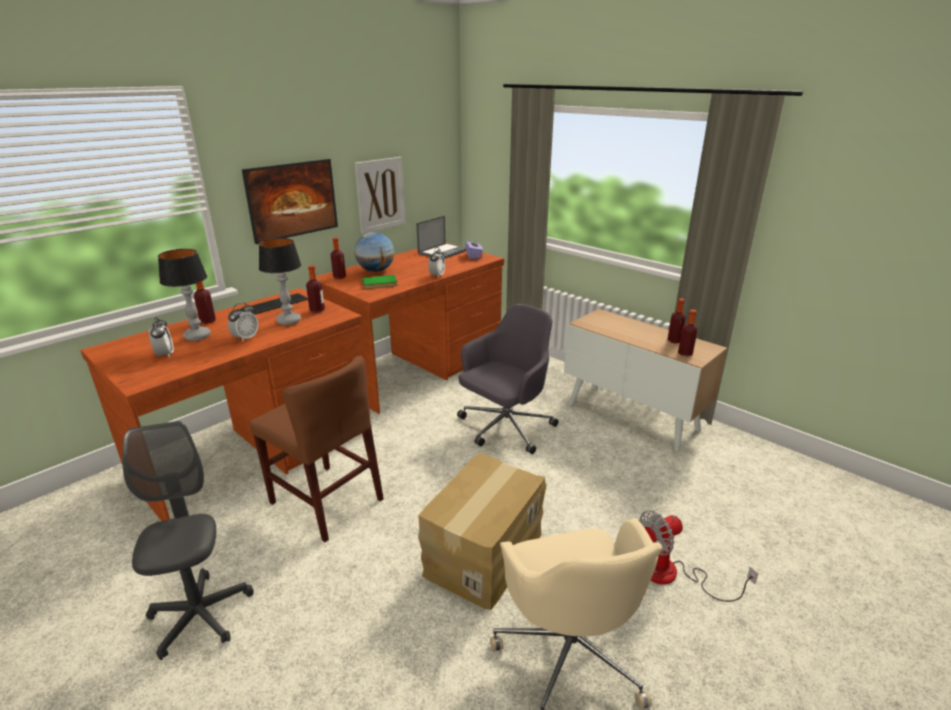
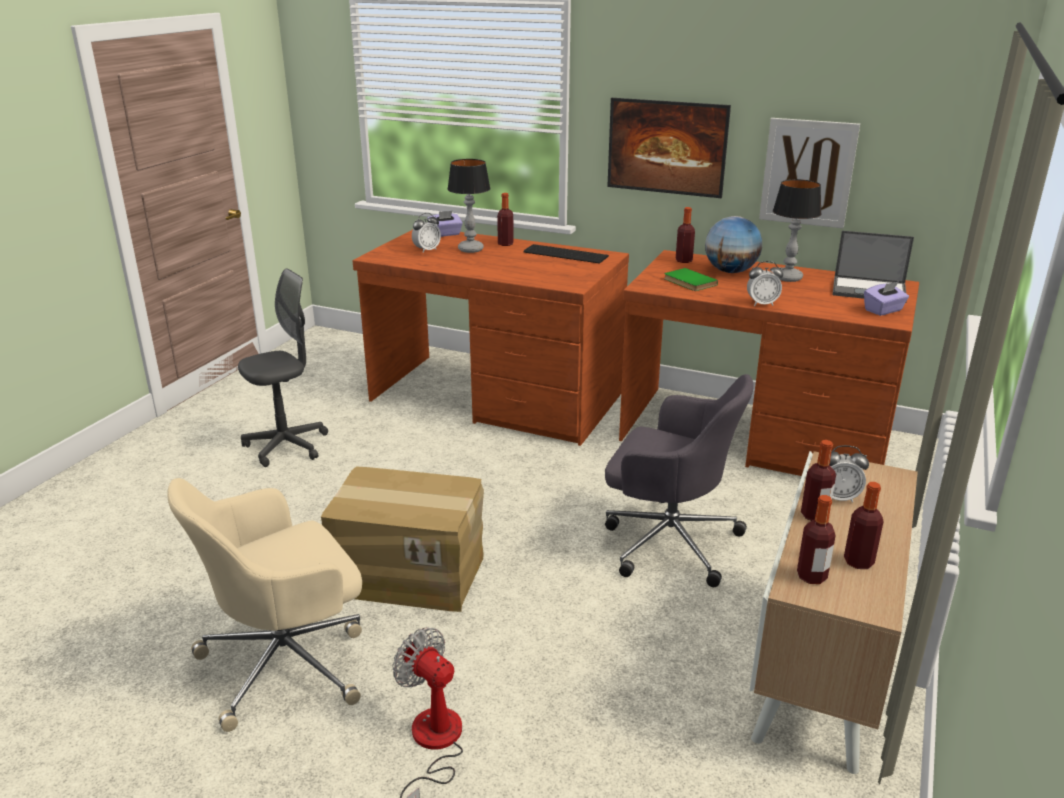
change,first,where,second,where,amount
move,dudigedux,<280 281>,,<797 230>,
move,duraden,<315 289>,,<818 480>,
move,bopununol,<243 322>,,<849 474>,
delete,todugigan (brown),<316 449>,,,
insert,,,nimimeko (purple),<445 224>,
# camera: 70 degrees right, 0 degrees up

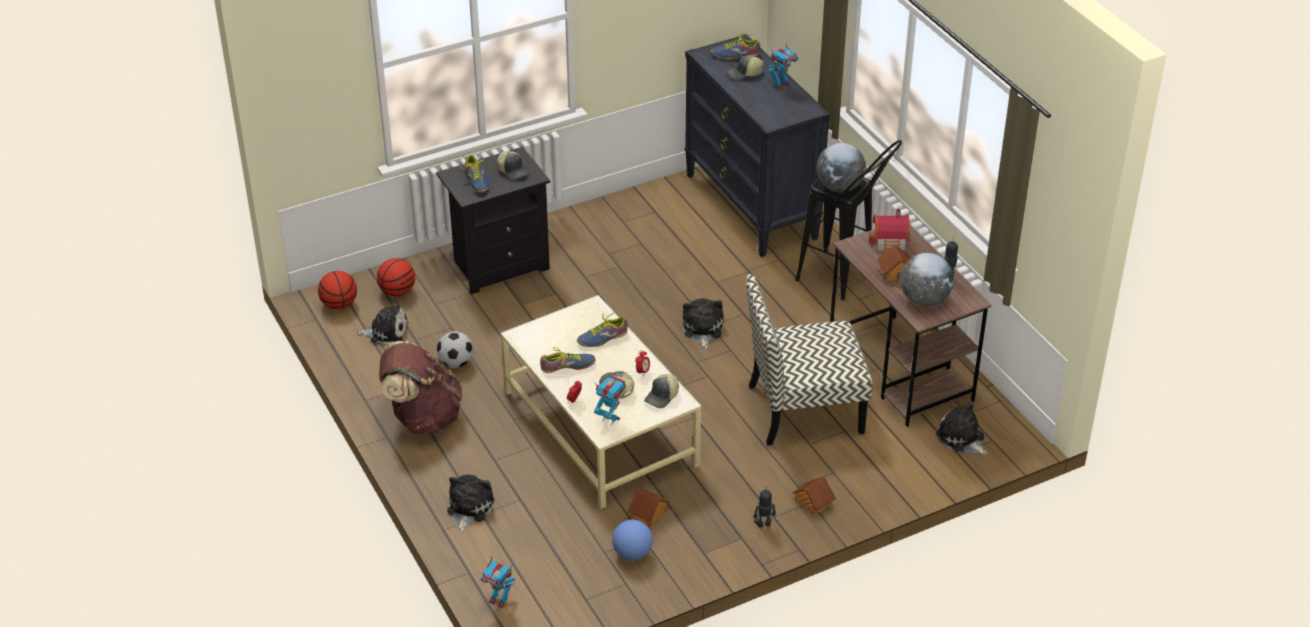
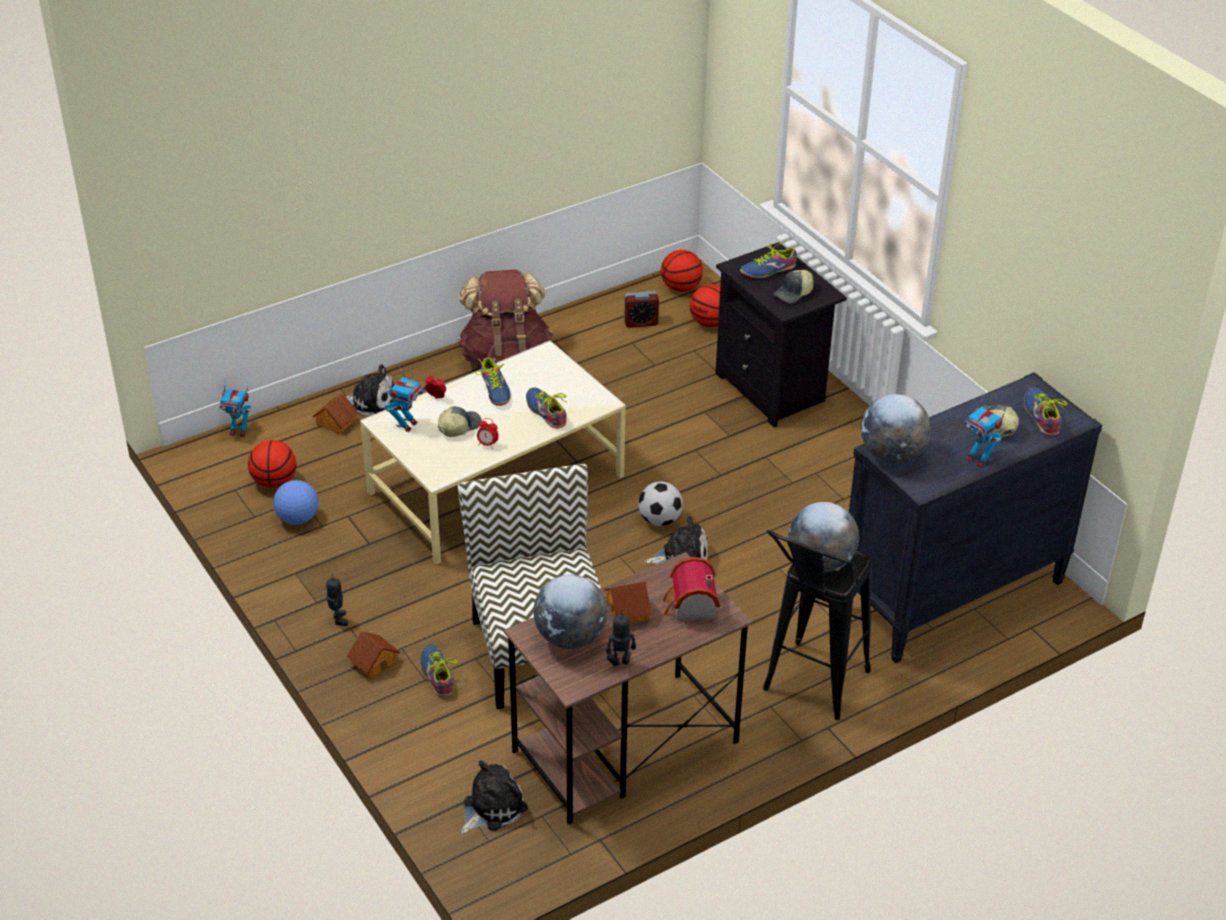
change,first,where,second,where,amount
replace,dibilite,<382 322>,bopununol,<641 309>,
move,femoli,<455 349>,,<660 504>,
delete,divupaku,<661 391>,,,
move,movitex,<649 507>,,<335 414>,
rotate,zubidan,<497 579>,,<235 409>,105 degrees counterclockwise
insert,,,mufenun,<896 428>,
insert,,,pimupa,<272 464>,
insert,,,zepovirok,<439 670>,
# camera: 85 degrees right, 0 degrees up

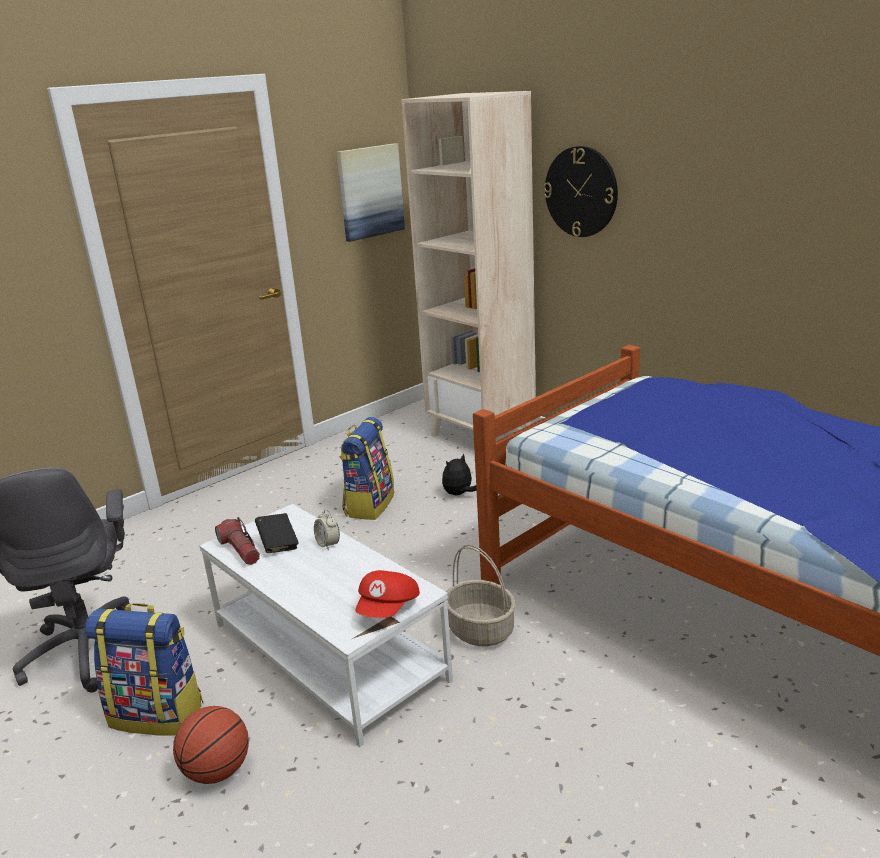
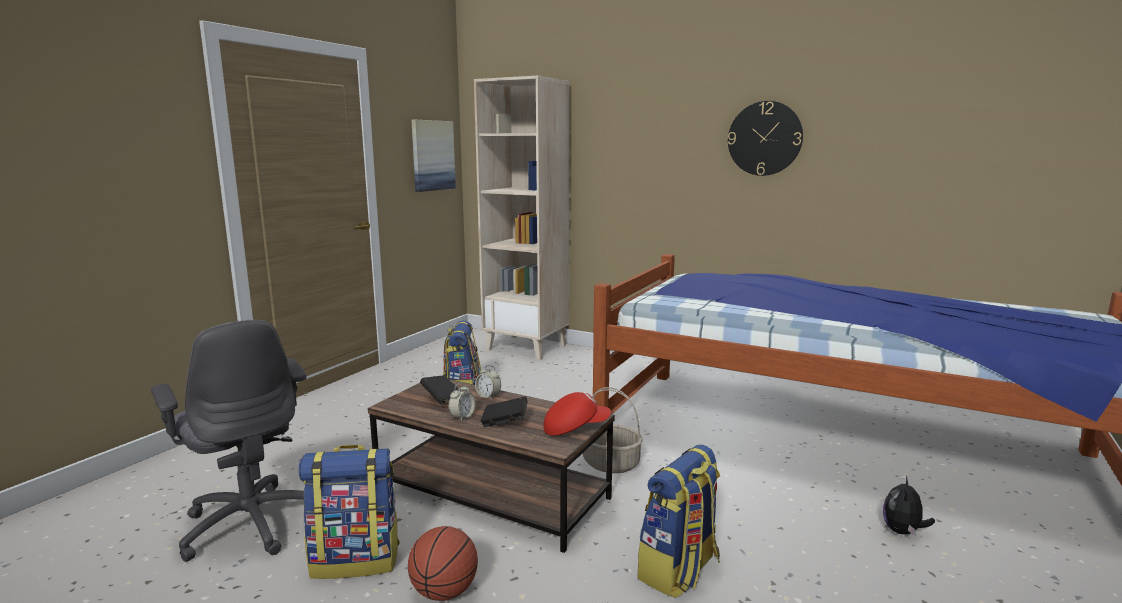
change,first,where,second,where,amount
move,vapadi,<580 191>,,<765 138>,
move,dibilite,<459 474>,,<909 506>,
recolor,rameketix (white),<326 625>,rameketix (brown),<491 466>,
delete,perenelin,<237 541>,,,
rotate,divupaku (red),<387 594>,,<577 414>,105 degrees counterclockwise
insert,,,bopununol,<462 402>,
insert,,,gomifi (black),<504 412>,
insert,,,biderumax,<679 521>,
# camera: 20 degrees left, 10 degrees down

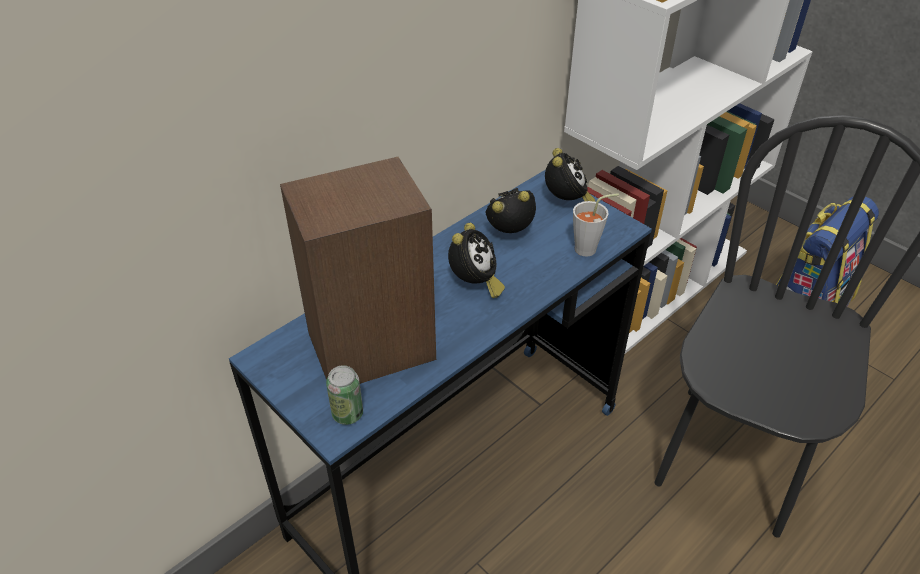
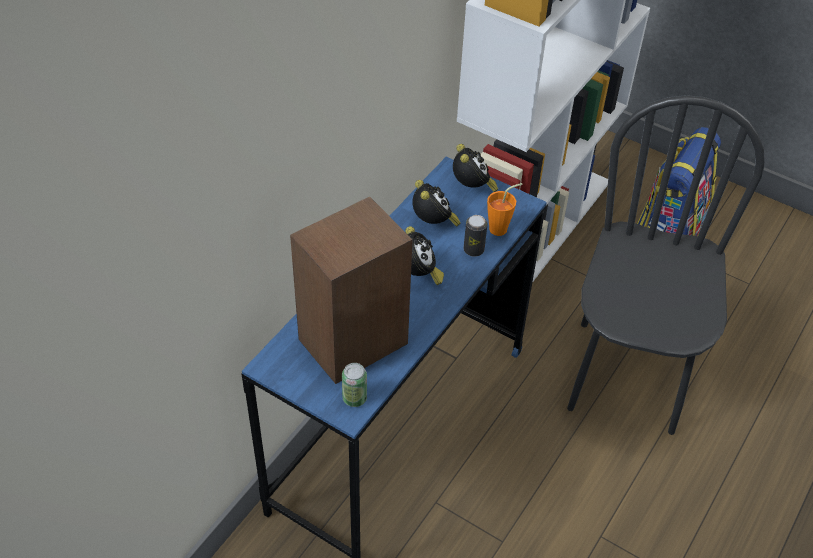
change,first,where,second,where,amount
rotate,bopununol,<510 210>,,<436 203>,105 degrees clockwise
recolor,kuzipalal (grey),<596 225>,kuzipalal (orange),<505 209>,
insert,,,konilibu,<476 236>,
# camera: 15 degrees left, 5 degrees up

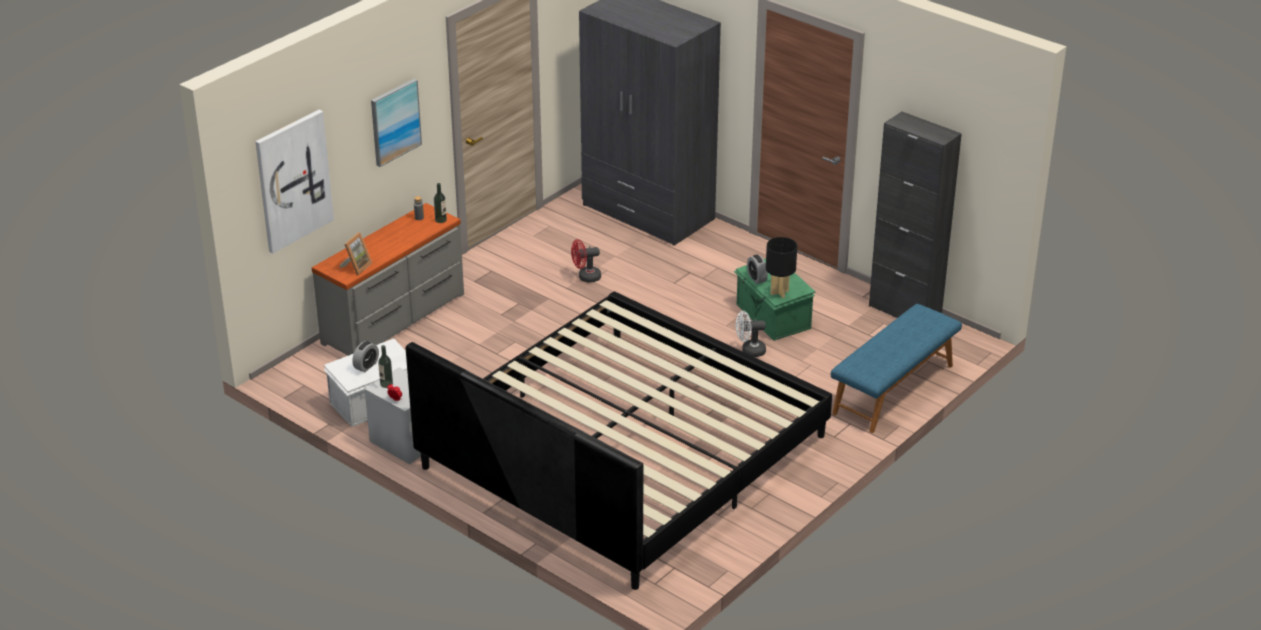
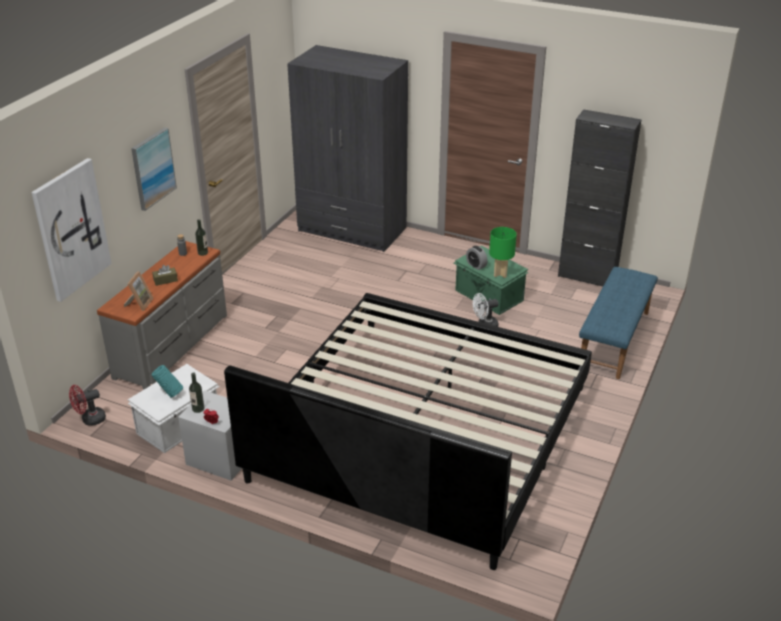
change,first,where,second,where,amount
recolor,dudigedux (black),<781 267>,dudigedux (green),<503 252>,
move,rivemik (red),<586 261>,,<87 405>,
replace,bopununol,<365 356>,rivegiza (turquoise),<167 381>,
insert,,,nimimeko (brown),<165 275>,
# camera: 15 degrees left, 0 degrees up

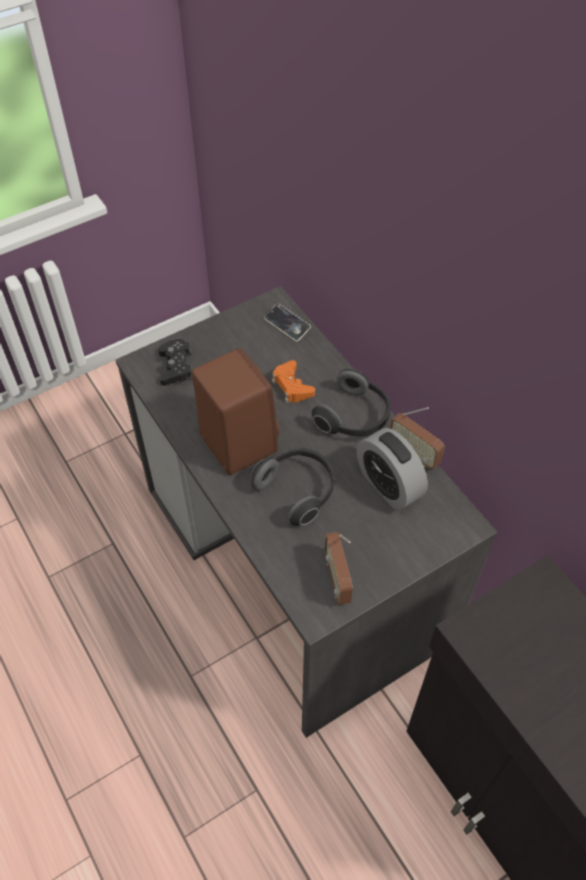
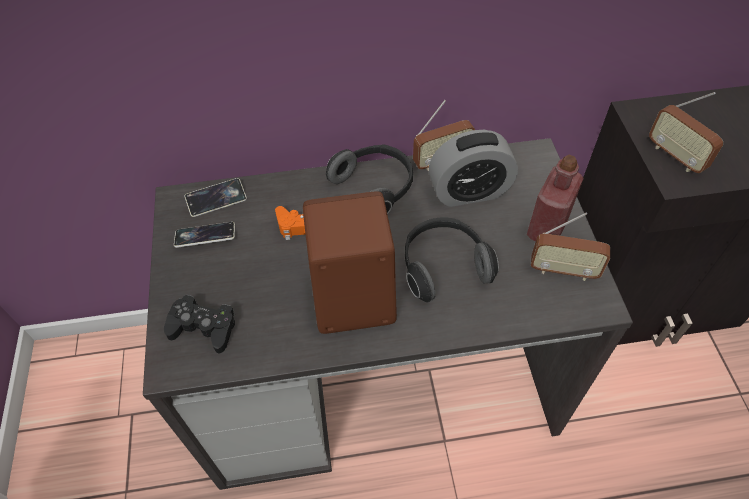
change,first,where,second,where,amount
insert,,,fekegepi,<686 132>,
insert,,,duraden (red),<555 198>,
insert,,,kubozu,<204 235>,
# camera: 65 degrees left, 0 degrees up

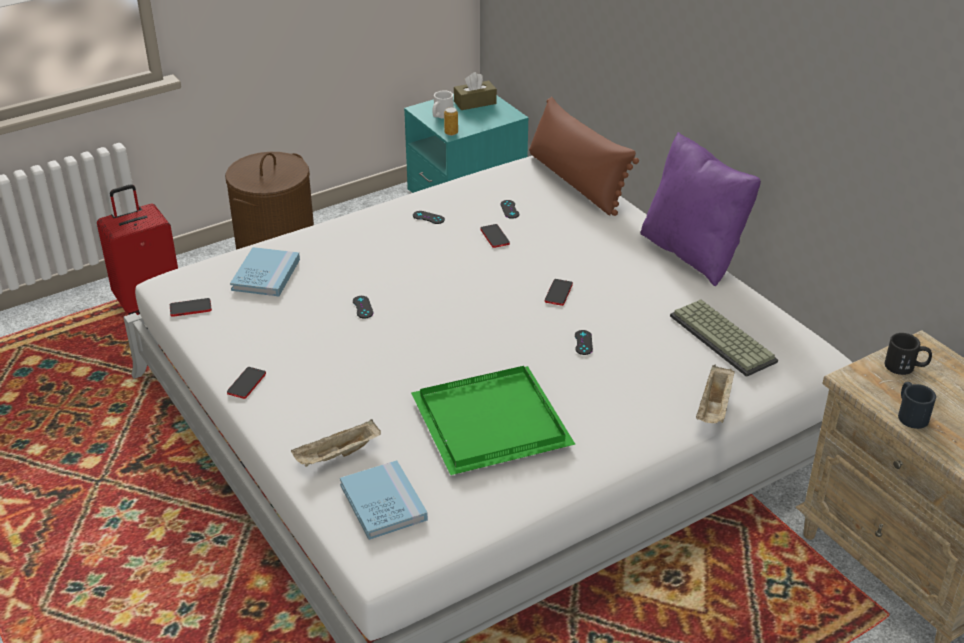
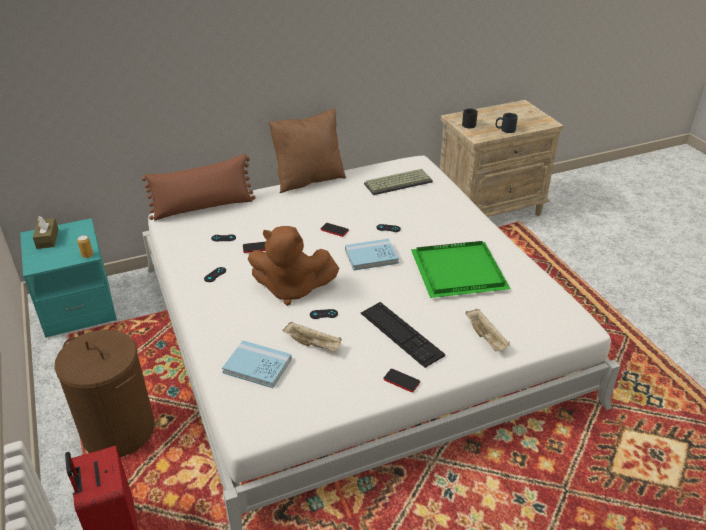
change,first,where,second,where,amount
delete,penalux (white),<442 104>,,,
recolor,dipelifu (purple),<700 209>,dipelifu (brown),<307 151>,
delete,kubozu,<191 307>,,,
move,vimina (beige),<715 394>,,<312 337>,
move,gomifi (blue),<384 500>,,<372 255>,
insert,,,dibilite (brown),<294 266>,
insert,,,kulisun,<402 335>,
# camera: 80 degrees left, 0 degrees up

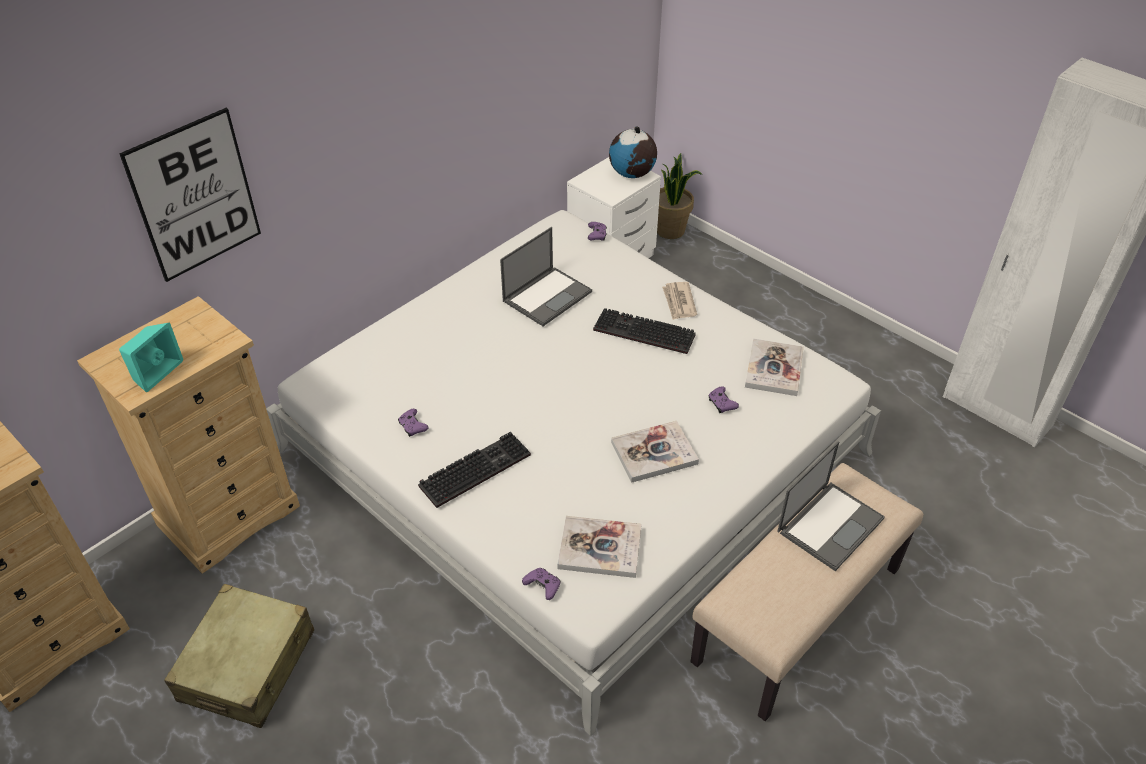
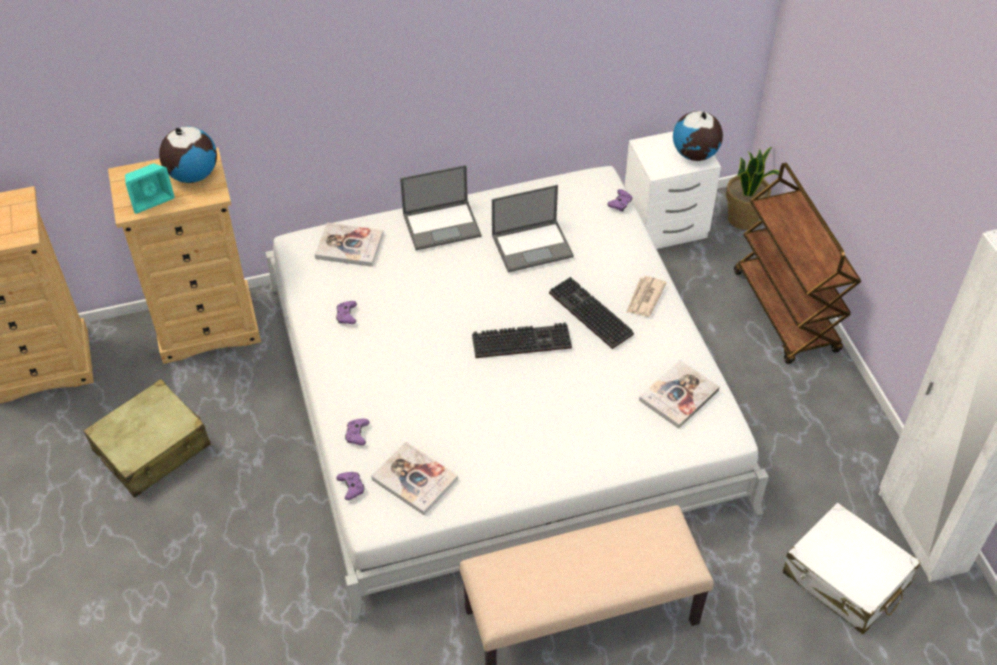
change,first,where,second,where,amount
delete,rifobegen,<190 195>,,,
move,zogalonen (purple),<723 399>,,<357 432>,
move,gomifi,<655 452>,,<349 245>,
move,kulisun,<474 470>,,<522 340>,
move,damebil,<831 506>,,<440 207>,
insert,,,mufenun,<188 154>,
insert,,,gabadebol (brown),<797 263>,
insert,,,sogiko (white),<852 568>,
# camera: 30 degrees right, 5 degrees up

